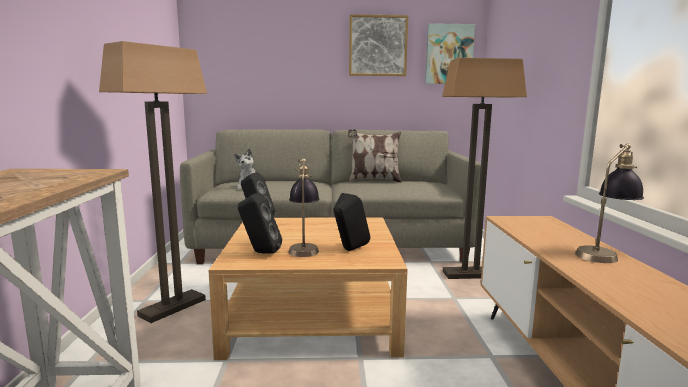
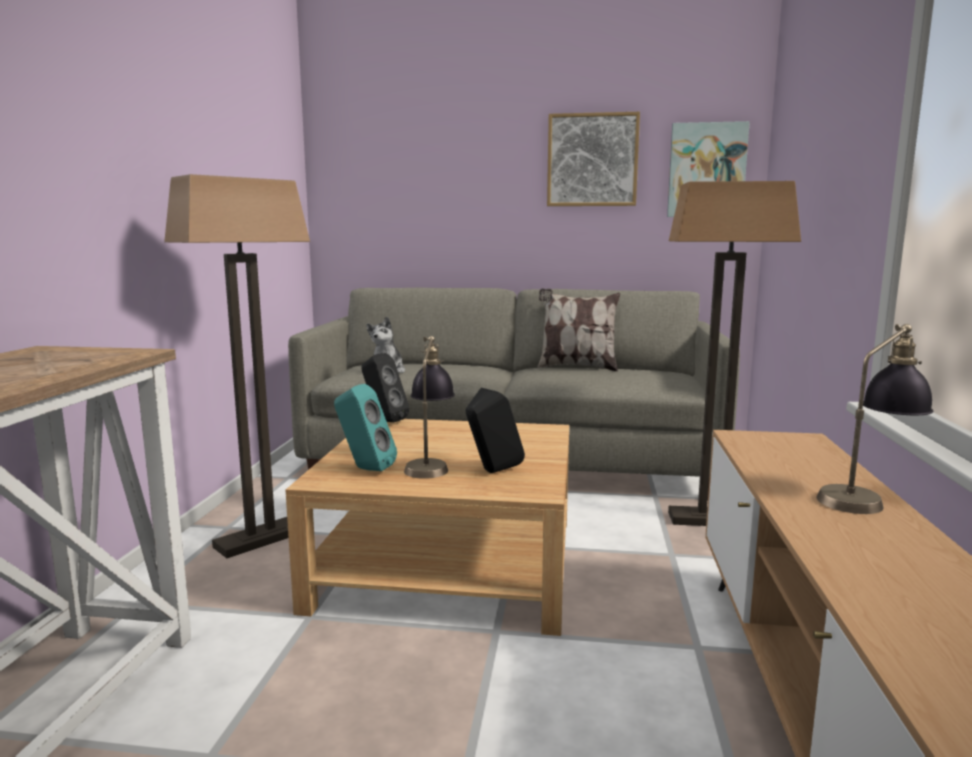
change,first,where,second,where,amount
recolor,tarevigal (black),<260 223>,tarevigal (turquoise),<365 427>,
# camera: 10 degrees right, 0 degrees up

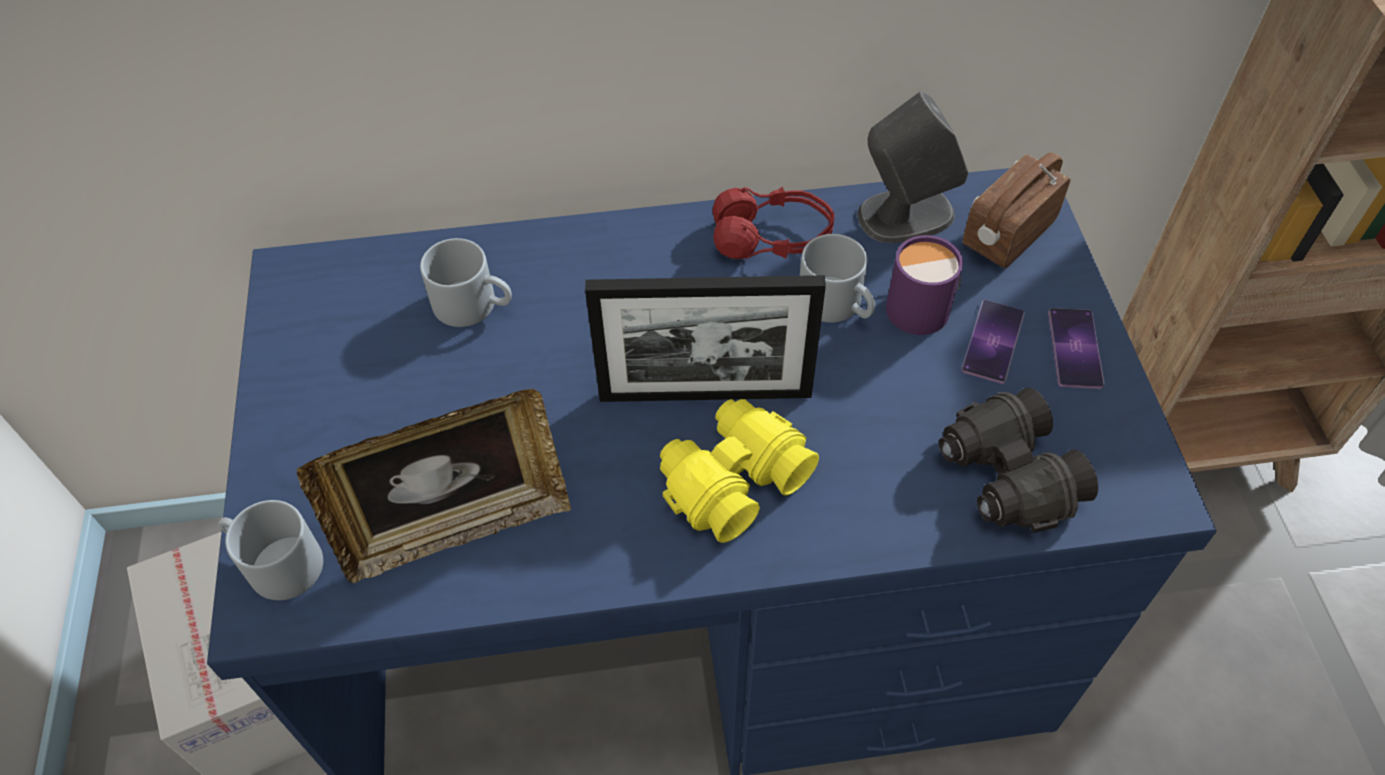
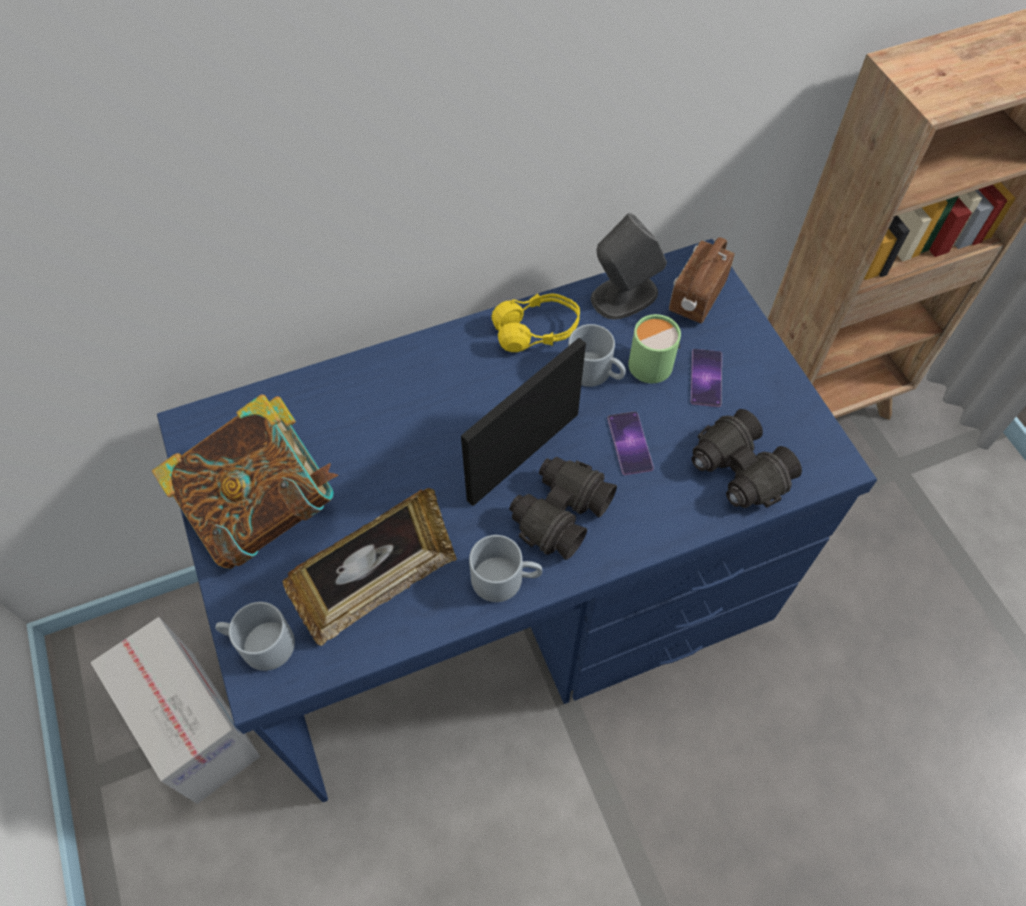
change,first,where,second,where,amount
recolor,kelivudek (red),<773 223>,kelivudek (yellow),<536 322>,
recolor,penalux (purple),<924 285>,penalux (green),<654 348>,
move,penalux (grey),<466 282>,,<505 568>,
rotate,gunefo,<705 338>,,<523 422>,150 degrees clockwise
move,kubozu,<1076 348>,,<630 443>,
recolor,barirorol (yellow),<739 471>,barirorol (black),<563 508>,
insert,,,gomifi,<245 482>,
# camera: 15 degrees left, 5 degrees up

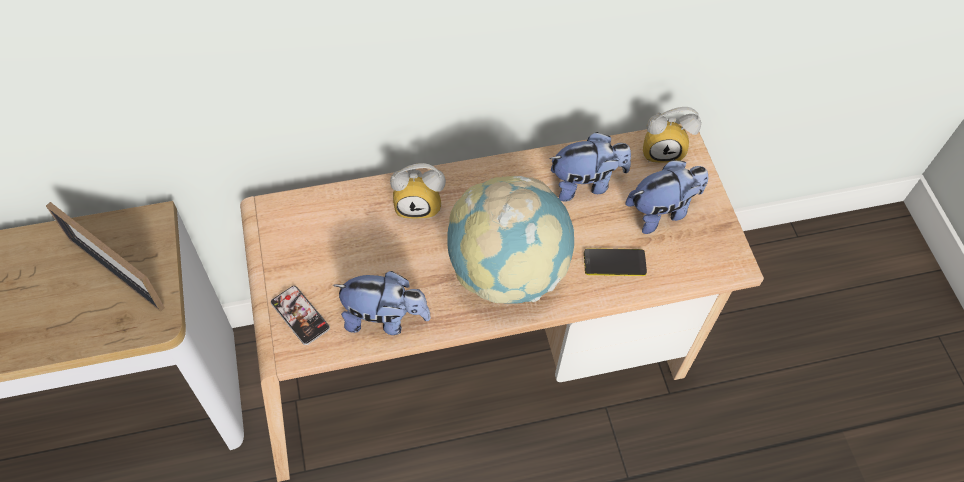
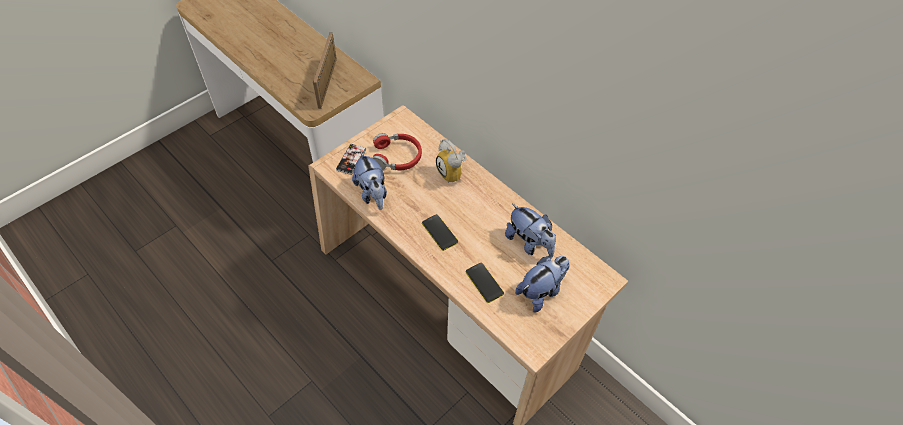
change,first,where,second,where,amount
delete,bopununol,<672 135>,,,
rotate,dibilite,<666 197>,,<542 284>,75 degrees counterclockwise
replace,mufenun,<510 240>,kubozu,<440 232>,
insert,,,kelivudek (red),<397 151>,
# camera: 60 degrees right, 5 degrees down

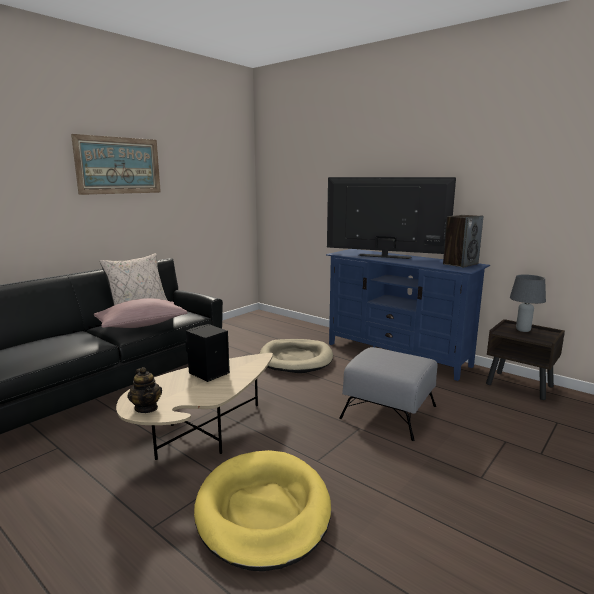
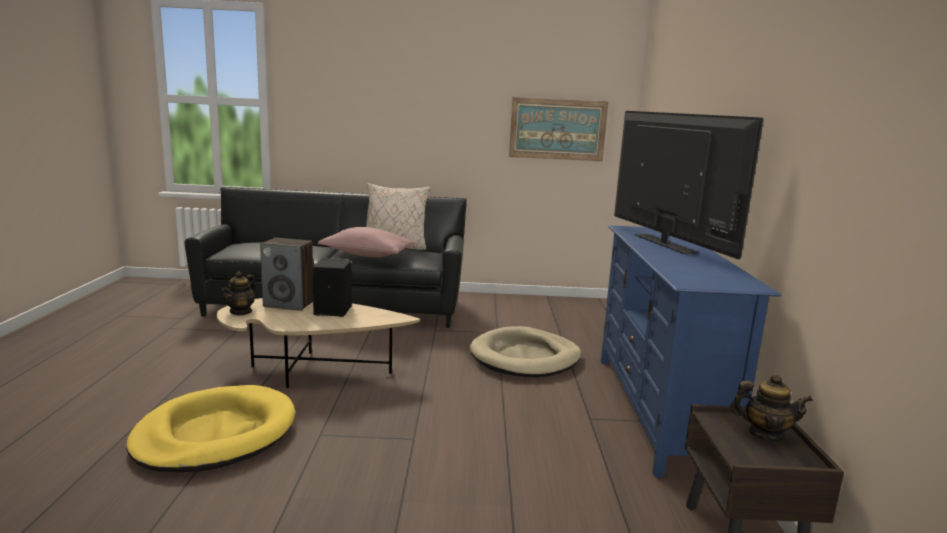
change,first,where,second,where,amount
move,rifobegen,<116 164>,,<558 129>,
move,tarevigal,<463 241>,,<286 274>,
replace,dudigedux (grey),<528 303>,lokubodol,<771 408>,
delete,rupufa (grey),<389 394>,,,
# camera: 50 degrees right, 0 degrees up

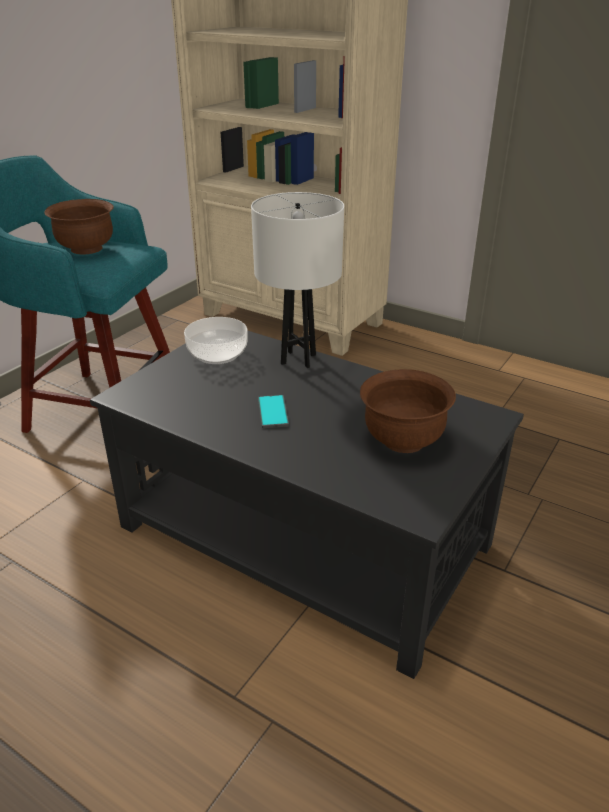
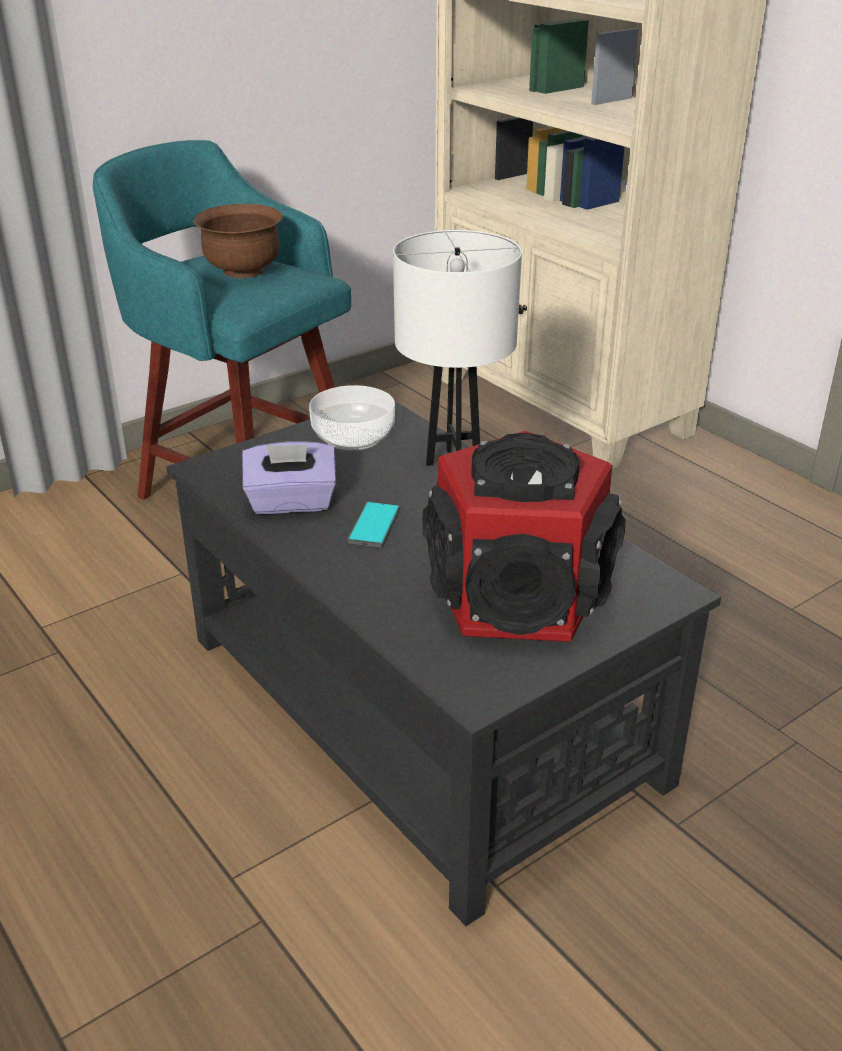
change,first,where,second,where,amount
replace,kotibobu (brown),<408 411>,tarevigal,<524 536>,
insert,,,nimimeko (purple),<289 477>,
# camera: 20 degrees right, 0 degrees up

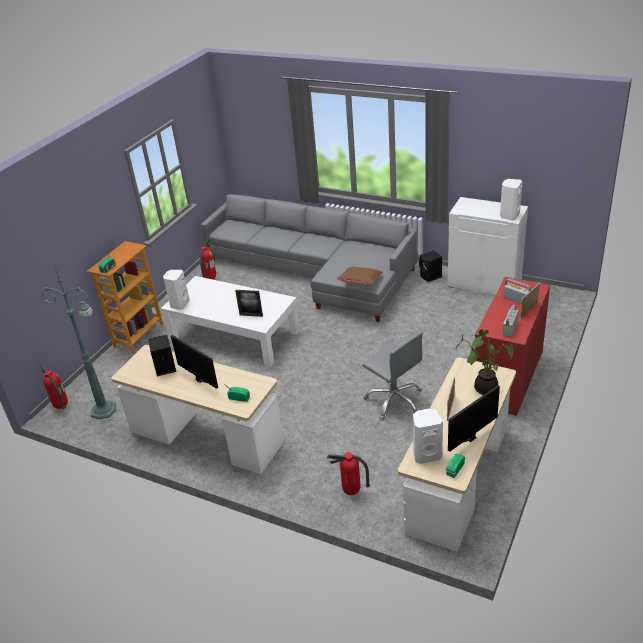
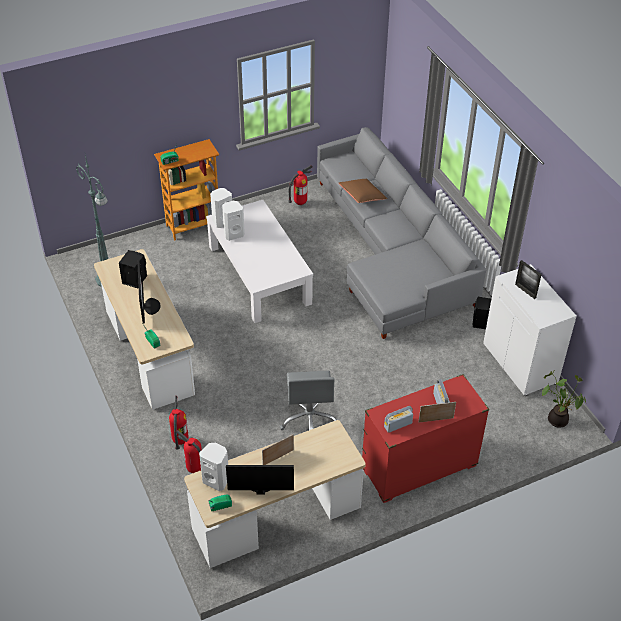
change,first,where,second,where,amount
move,tarevigal (white),<511 200>,,<233 221>,
move,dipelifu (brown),<360 276>,,<363 191>,
move,gunefo,<249 303>,,<528 279>,
move,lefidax,<484 362>,,<564 399>,
move,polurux,<53 386>,,<179 423>,
# camera: 35 degrees right, 10 degrees up

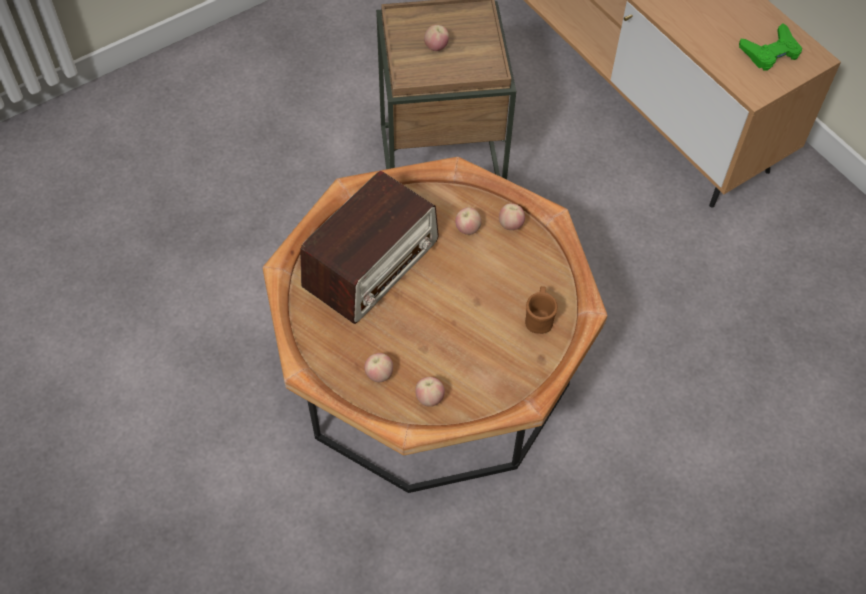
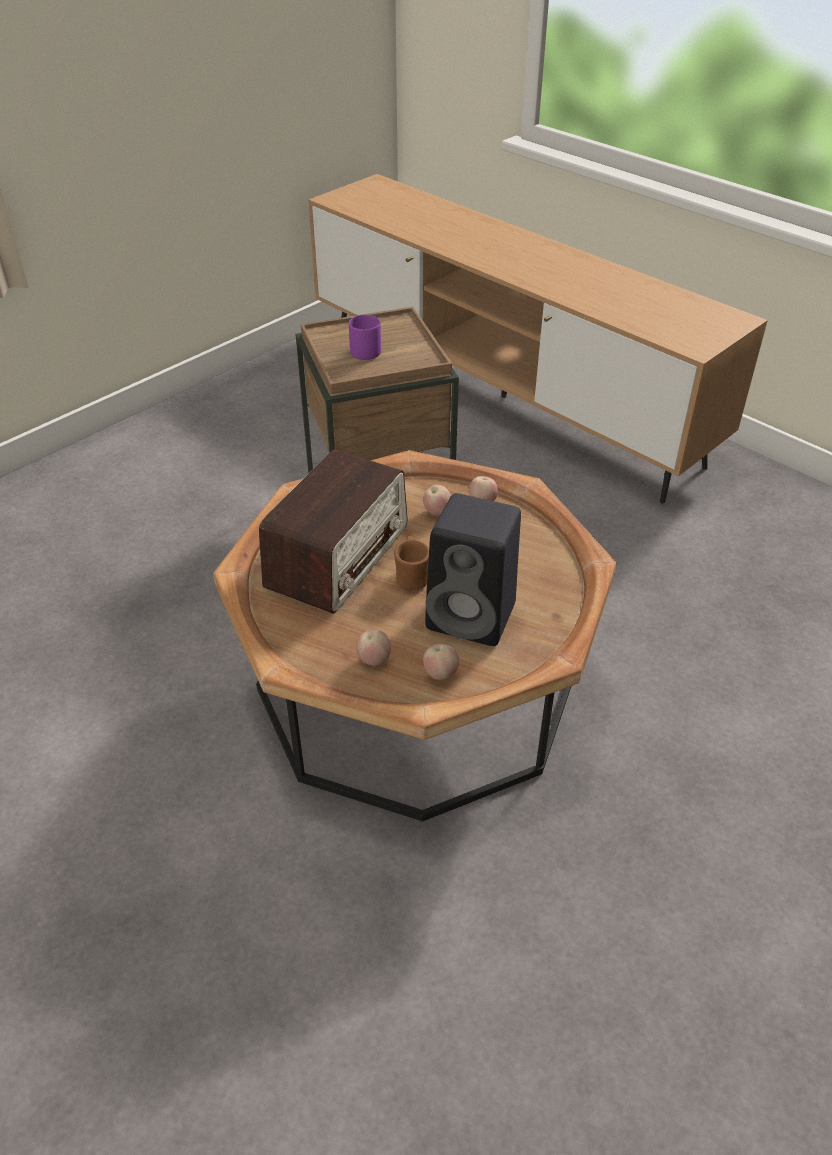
change,first,where,second,where,amount
delete,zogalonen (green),<770 46>,,,
replace,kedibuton,<436 38>,penalux (purple),<365 337>,
move,penalux (brown),<541 310>,,<411 563>,
insert,,,tarevigal (black),<473 569>,
# camera: 10 degrees left, 15 degrees down

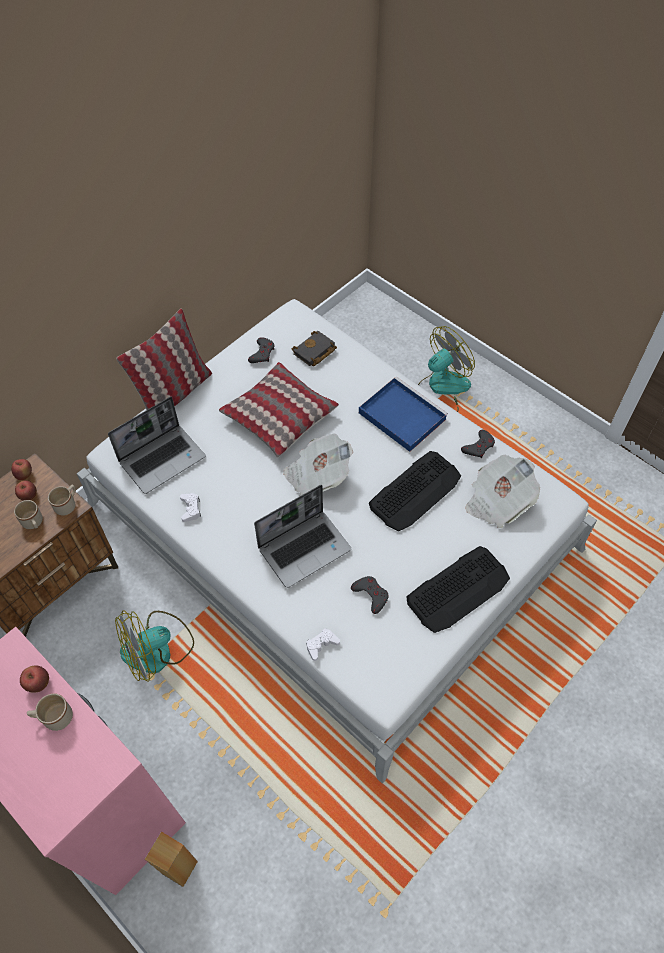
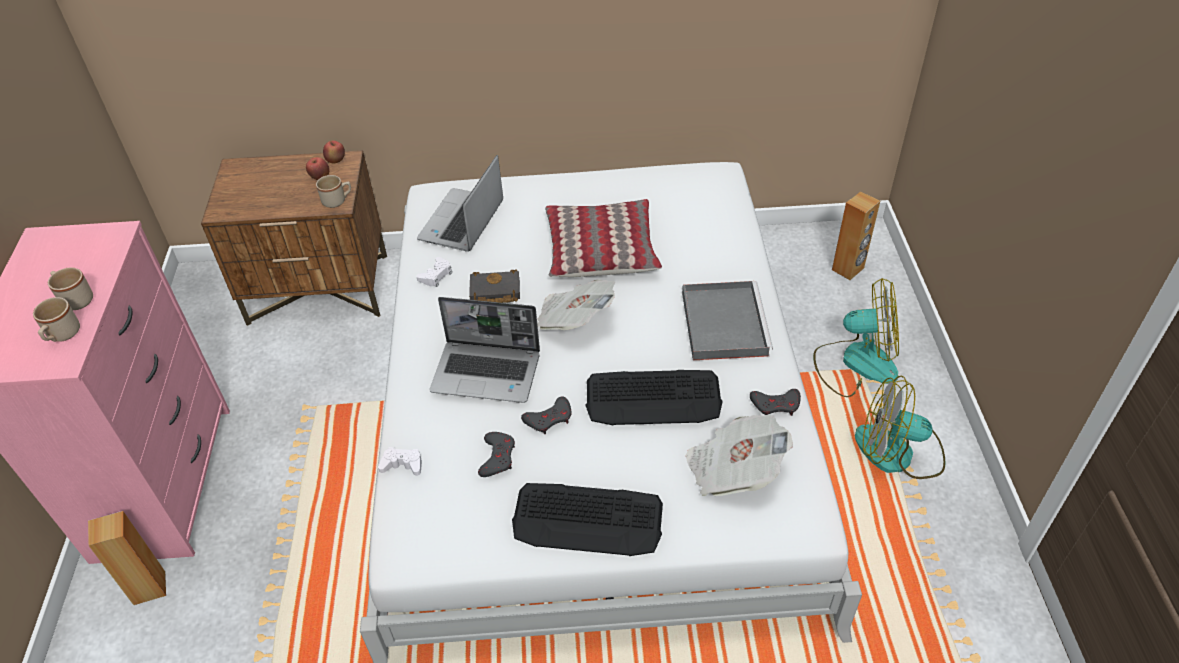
change,first,where,second,where,amount
delete,dipelifu,<164 359>,,,
move,gomifi (black),<314 348>,,<494 286>,
move,zogalonen (grey),<261 350>,,<546 415>,
recolor,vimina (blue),<403 414>,vimina (grey),<727 320>,
rotate,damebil,<156 445>,,<460 203>,105 degrees clockwise
move,penalux (beige),<28 514>,,<56 319>,
move,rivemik,<154 646>,,<900 427>,
delete,kedibuton,<34 679>,,,
insert,,,tarevigal (brown),<856 235>,
# camera: 45 degrees right, 10 degrees down

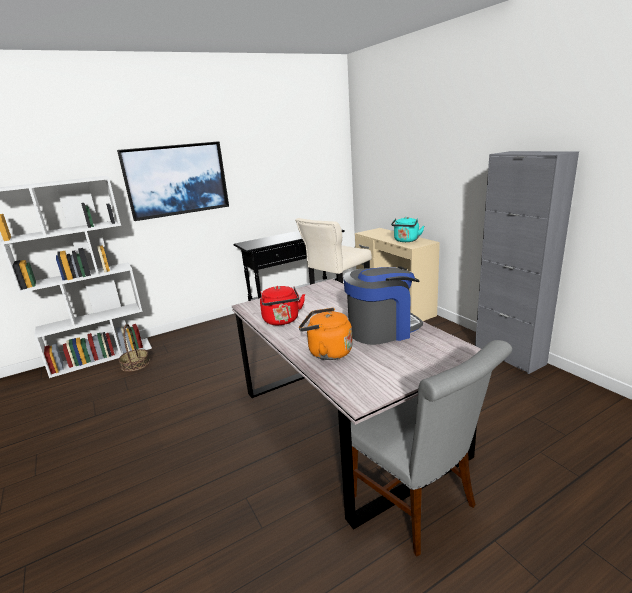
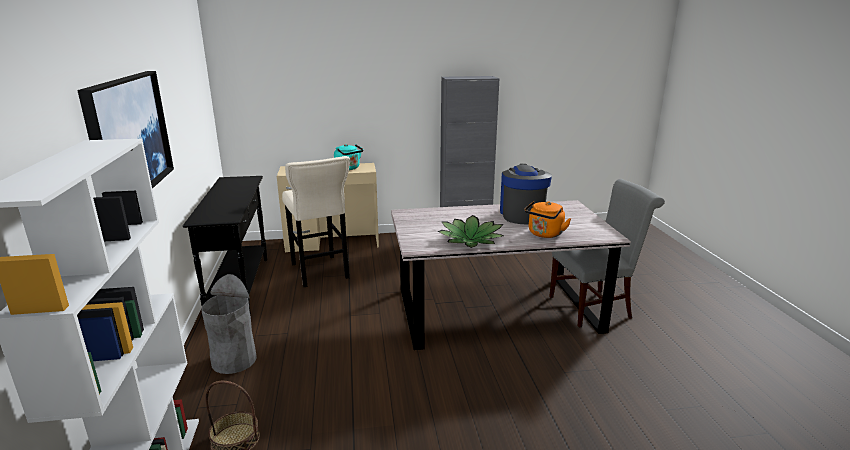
change,first,where,second,where,amount
replace,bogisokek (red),<282 305>,lefidax,<470 231>,
insert,,,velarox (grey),<229 324>,
# camera: 70 degrees left, 0 degrees up

